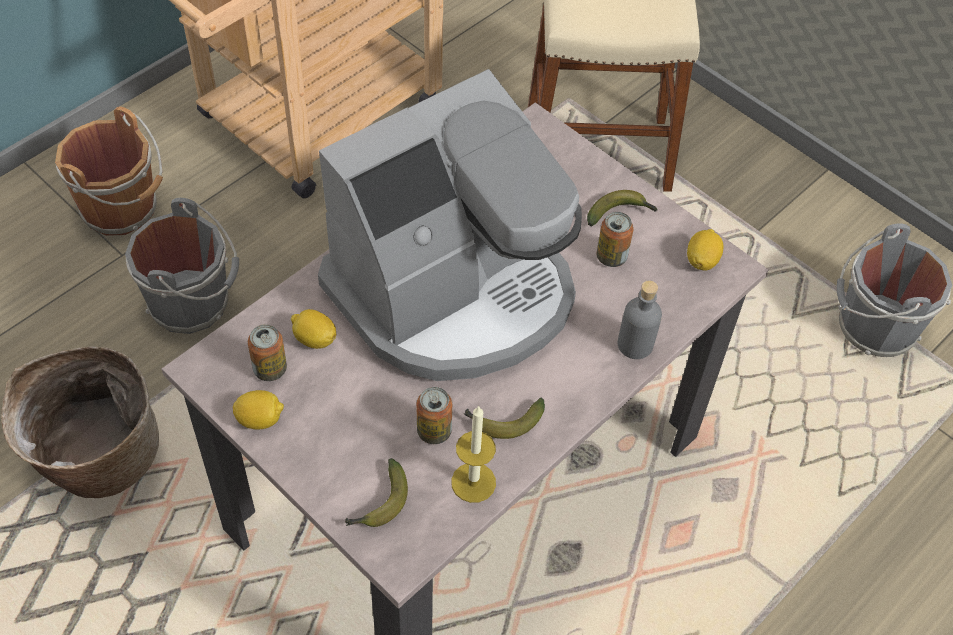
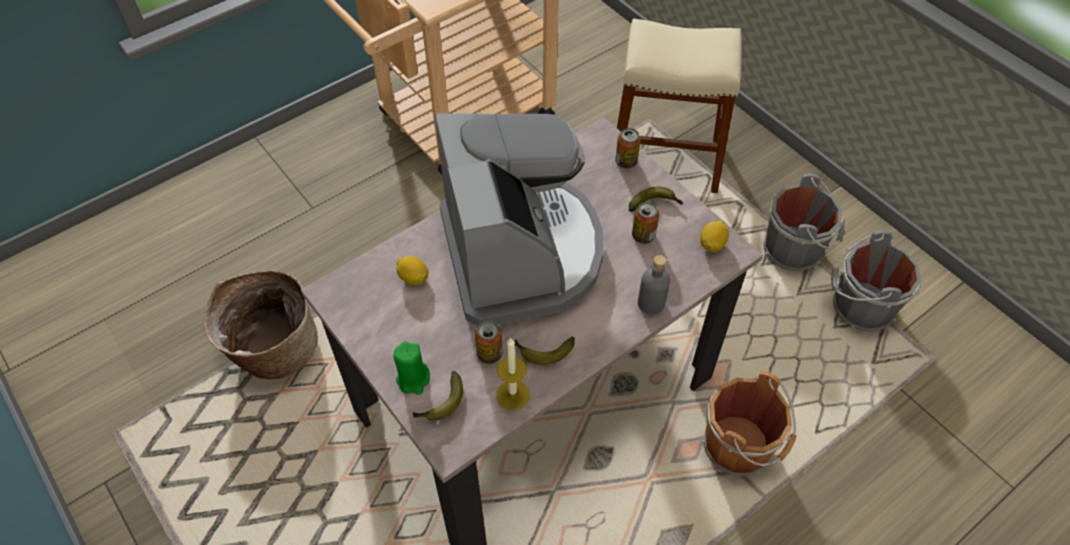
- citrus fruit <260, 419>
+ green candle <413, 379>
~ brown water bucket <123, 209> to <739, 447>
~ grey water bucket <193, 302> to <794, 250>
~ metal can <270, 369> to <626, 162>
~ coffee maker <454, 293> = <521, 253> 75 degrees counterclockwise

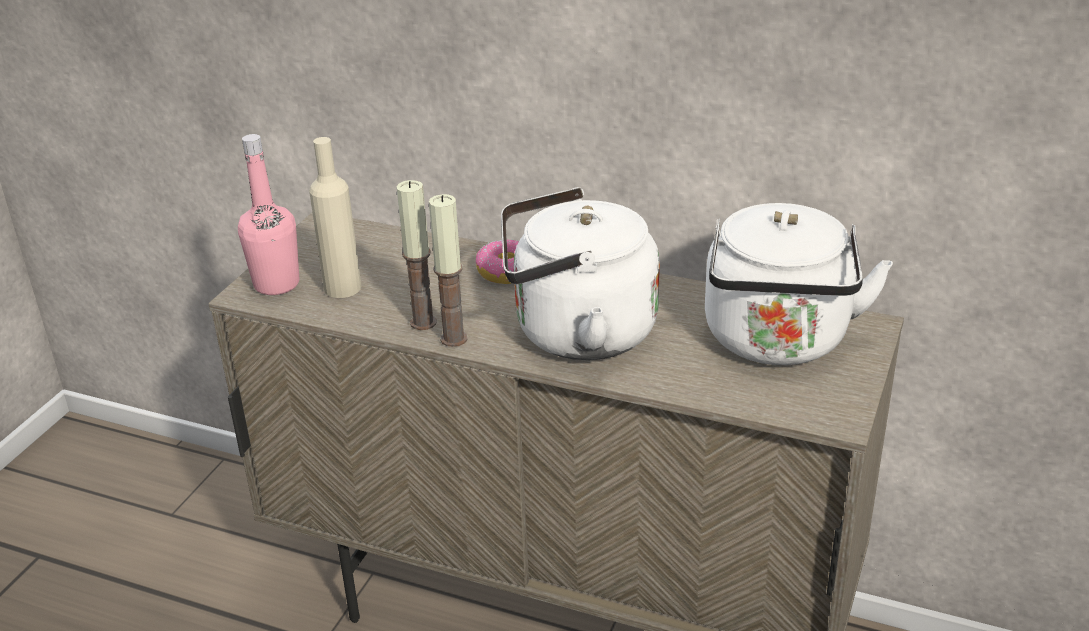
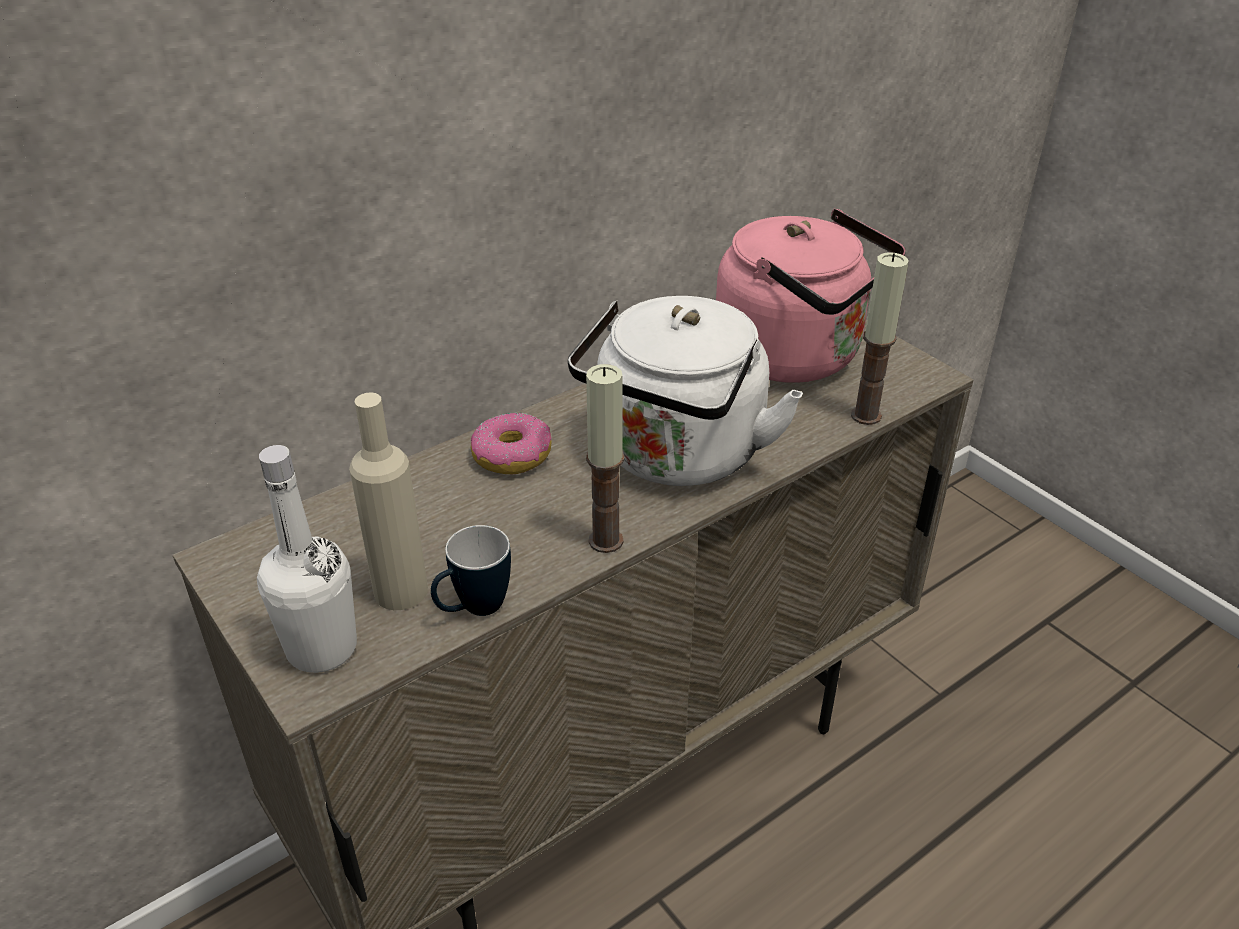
+ tea mug <473, 610>
~ candle <423, 322> to <865, 415>
~ pink-coloured bottle <276, 284> to whitish bottle <322, 648>
~ whitish tea kettle <778, 342> to pink-coloured tea kettle <796, 357>

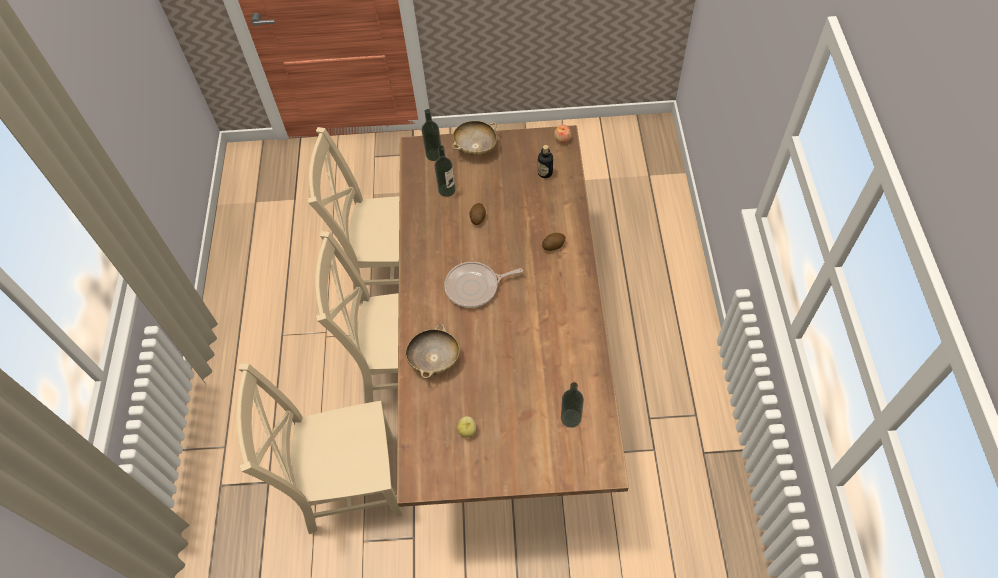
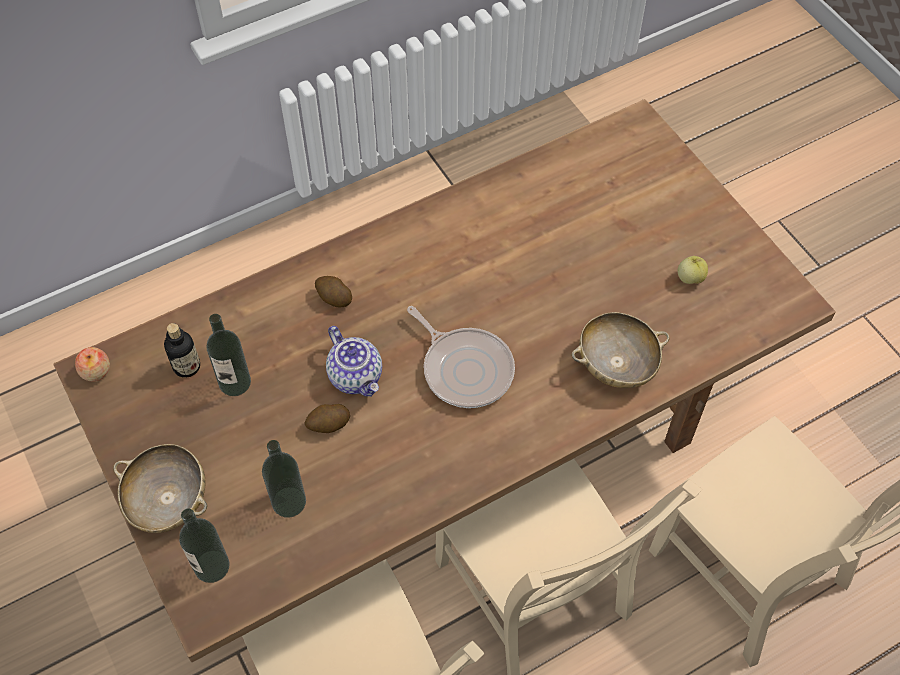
+ tea pot <356, 376>
~ bottle <571, 418> to <235, 382>

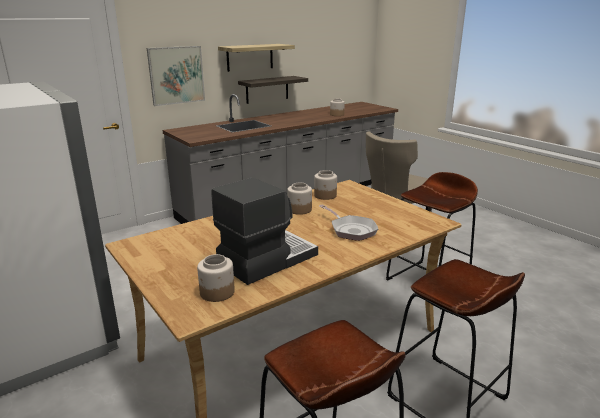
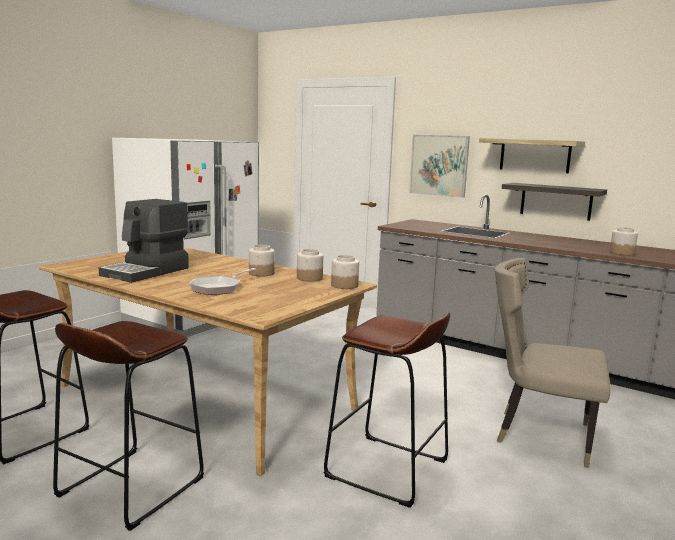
~ preserve jar <217, 292> to <344, 285>
~ coffee maker <266, 259> = <147, 272> 90 degrees clockwise

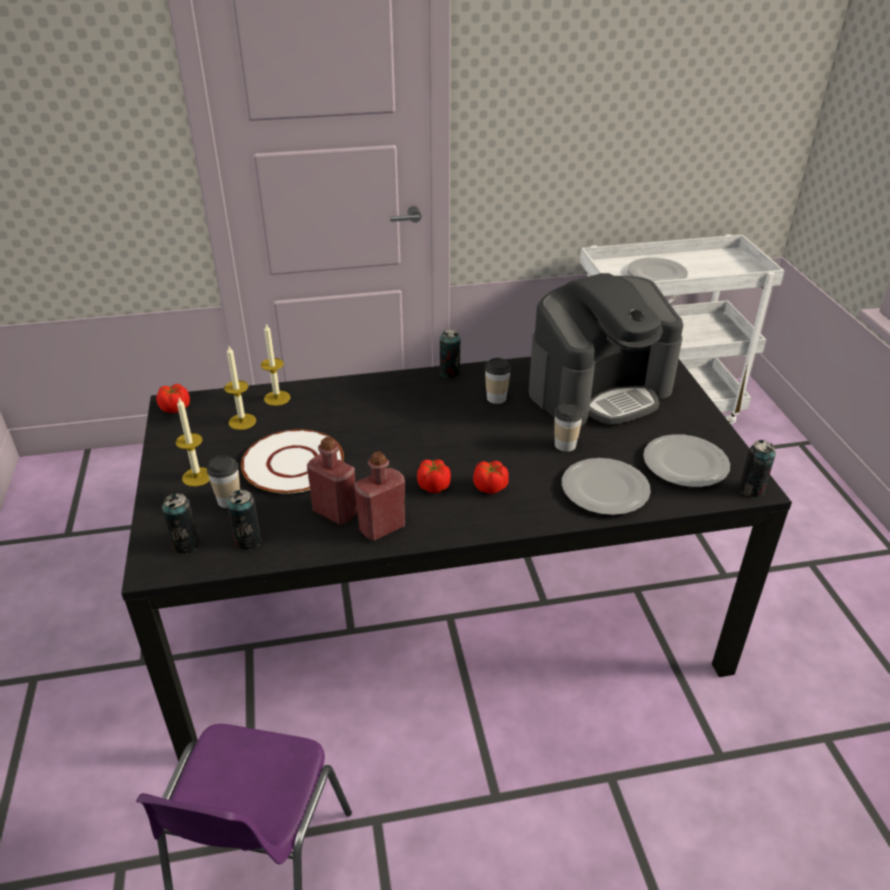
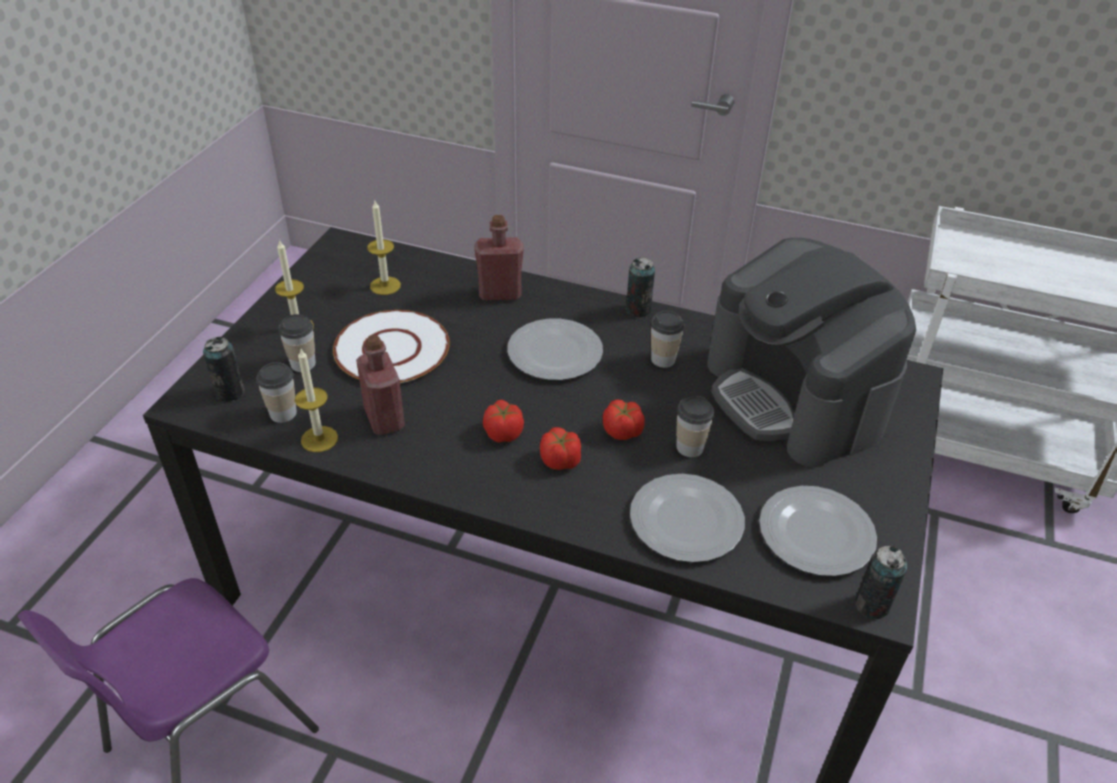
~ fresh tomato <175, 408> to <622, 431>
~ candle <277, 398> to <319, 439>
~ red bottle <382, 527> to <500, 293>
~ plate <657, 273> to <556, 352>
~ metal can <248, 541> to cup <283, 413>
~ coffee maker <599, 390> = <795, 397> 60 degrees clockwise

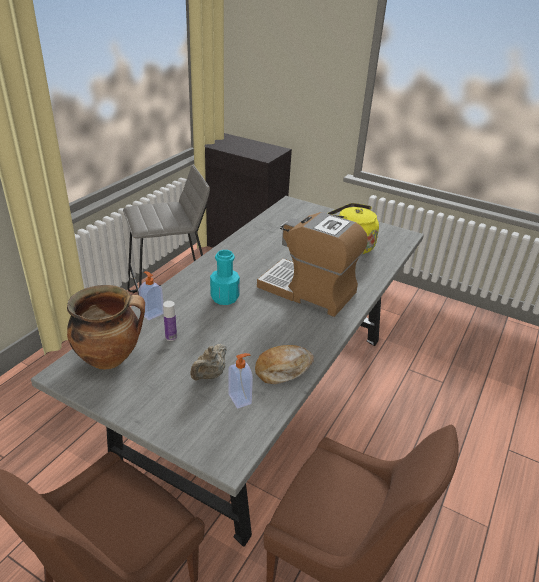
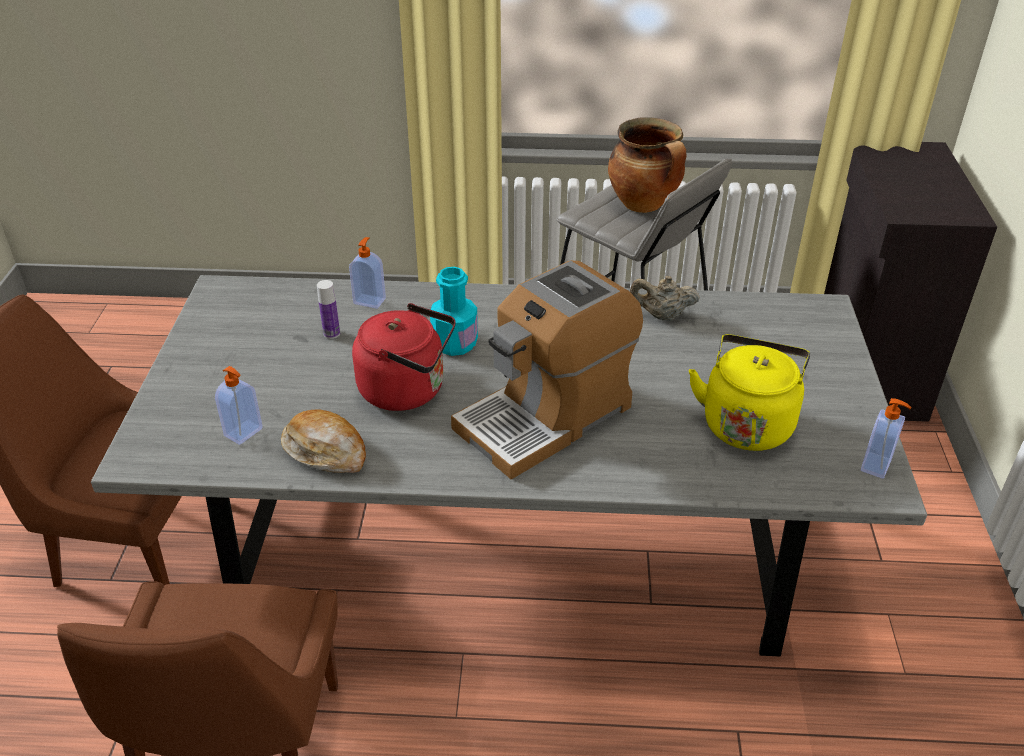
+ red tea kettle <408, 390>
+ soap dispenser <877, 466>
~ saucepot <110, 358> to <644, 205>
~ sand-coloured tea pot <210, 375> to <662, 316>
~ coffee maker <308, 291> = <546, 416> 135 degrees counterclockwise

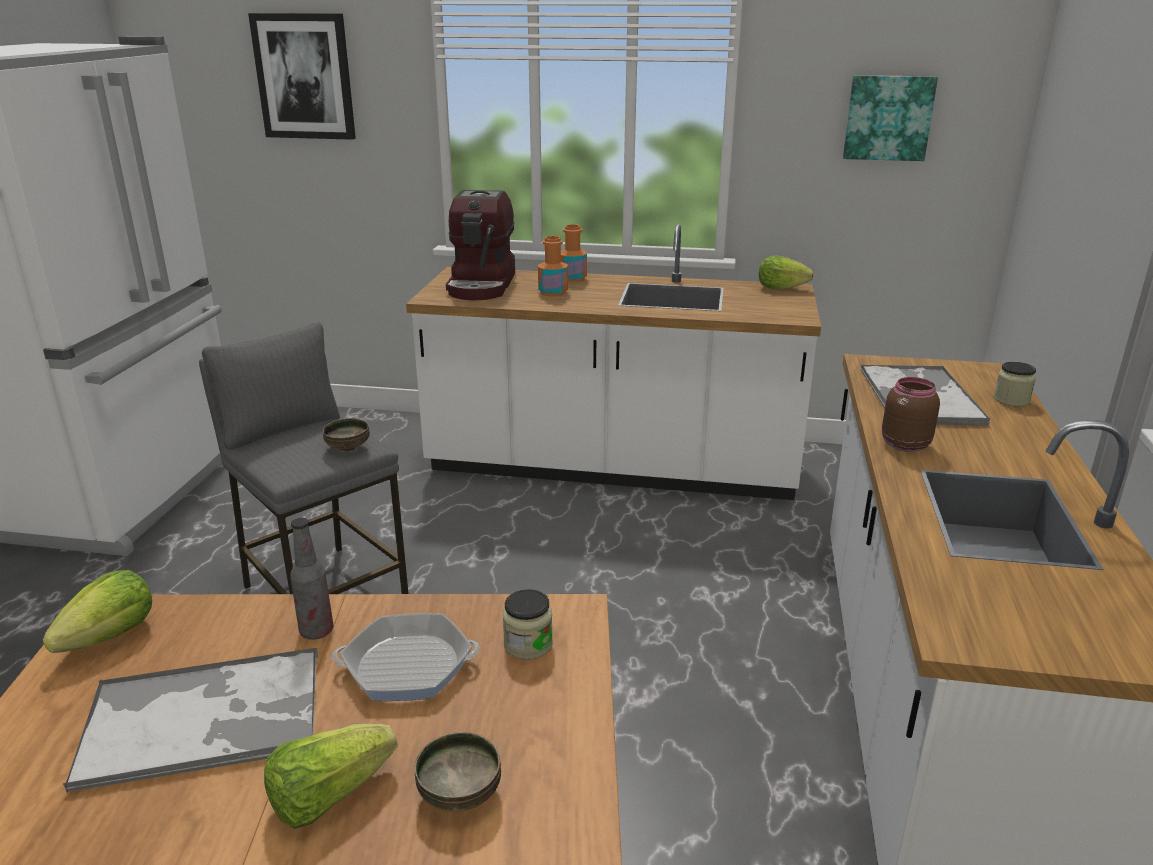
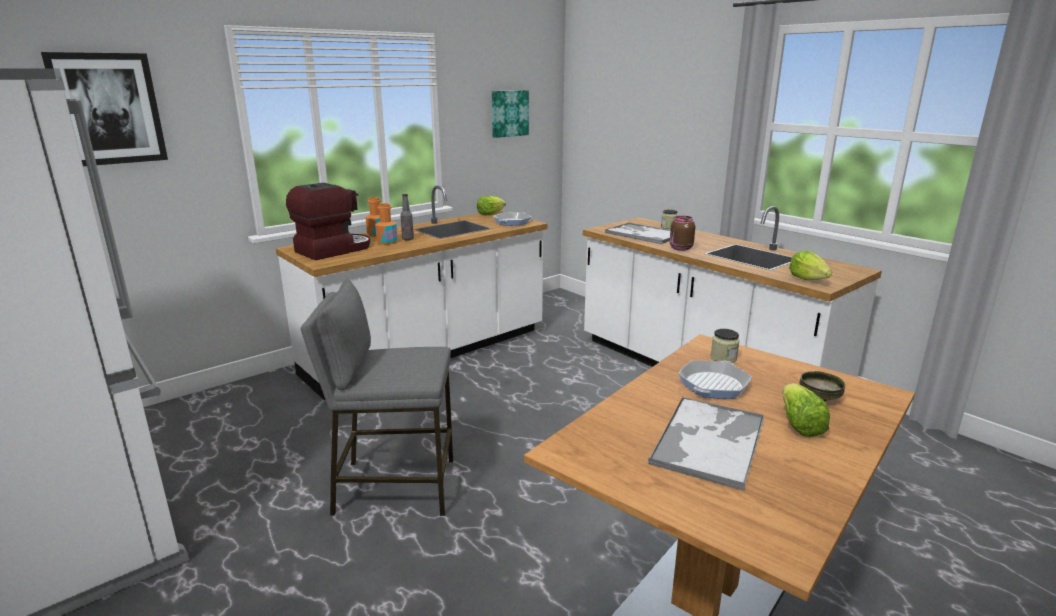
- bowl <348, 448>
+ pan <512, 222>
~ lettuce <111, 637> to <807, 279>
~ bottle <316, 631> to <408, 239>
~ coffee maker <482, 285> = <333, 250> 90 degrees counterclockwise

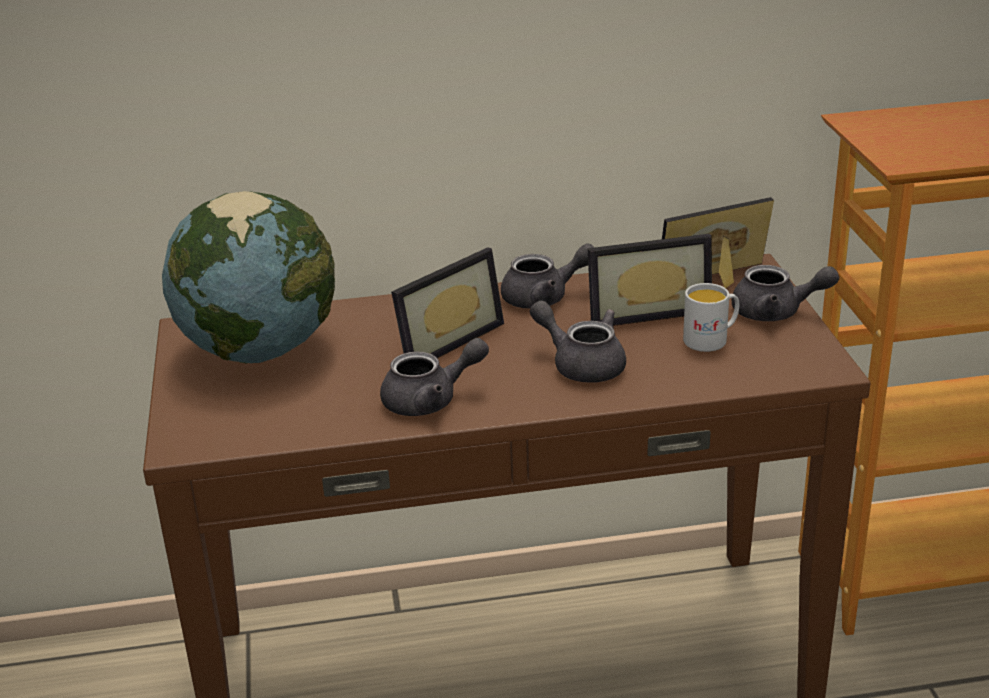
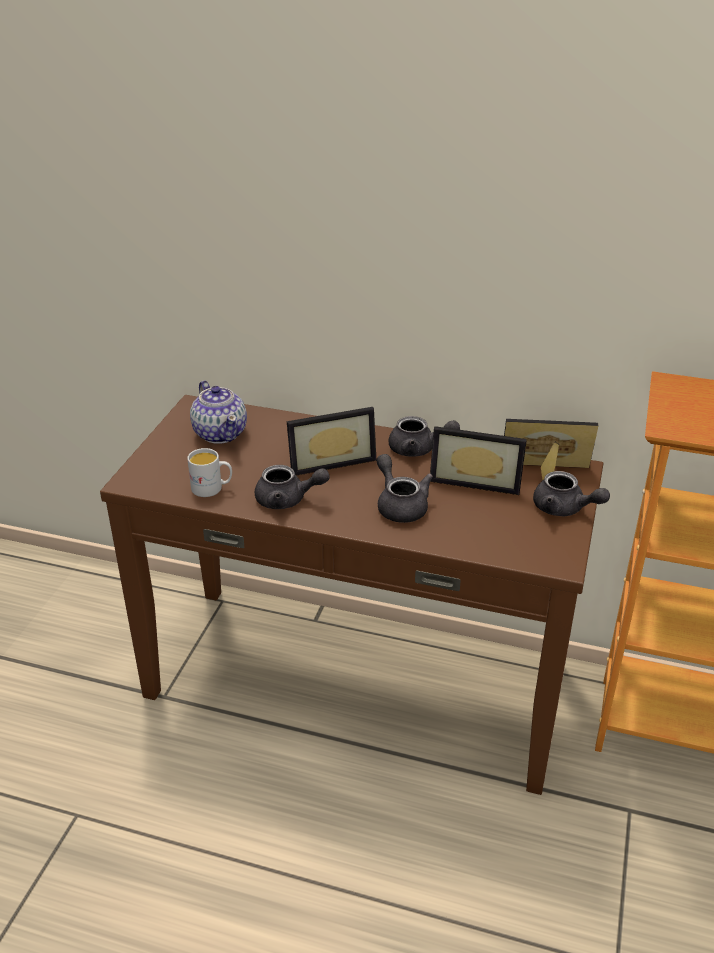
~ whitish tea mug <711, 339> to <212, 488>
~ world globe <260, 350> to tea pot <220, 433>

